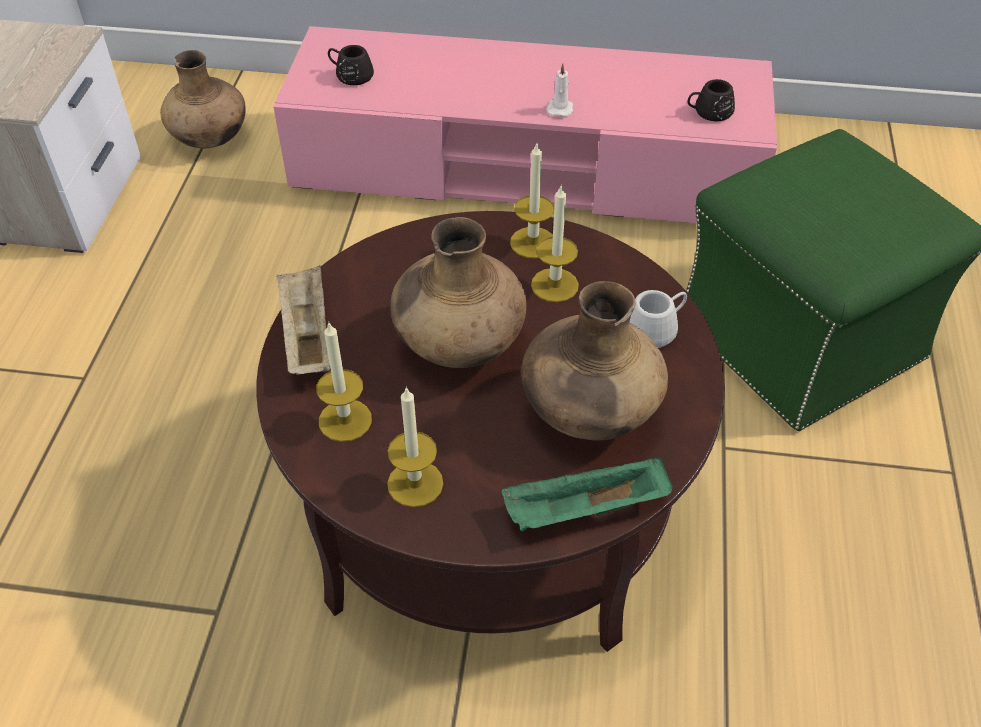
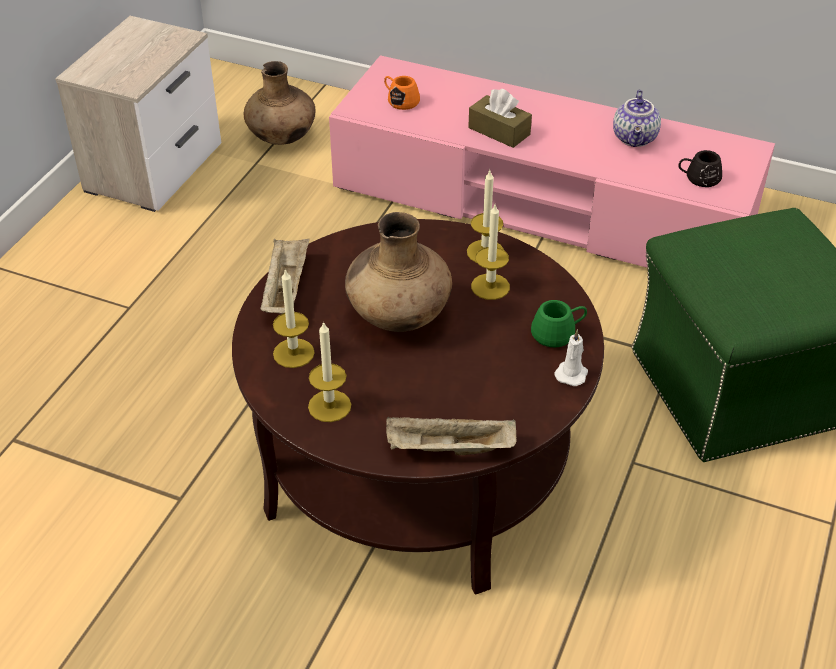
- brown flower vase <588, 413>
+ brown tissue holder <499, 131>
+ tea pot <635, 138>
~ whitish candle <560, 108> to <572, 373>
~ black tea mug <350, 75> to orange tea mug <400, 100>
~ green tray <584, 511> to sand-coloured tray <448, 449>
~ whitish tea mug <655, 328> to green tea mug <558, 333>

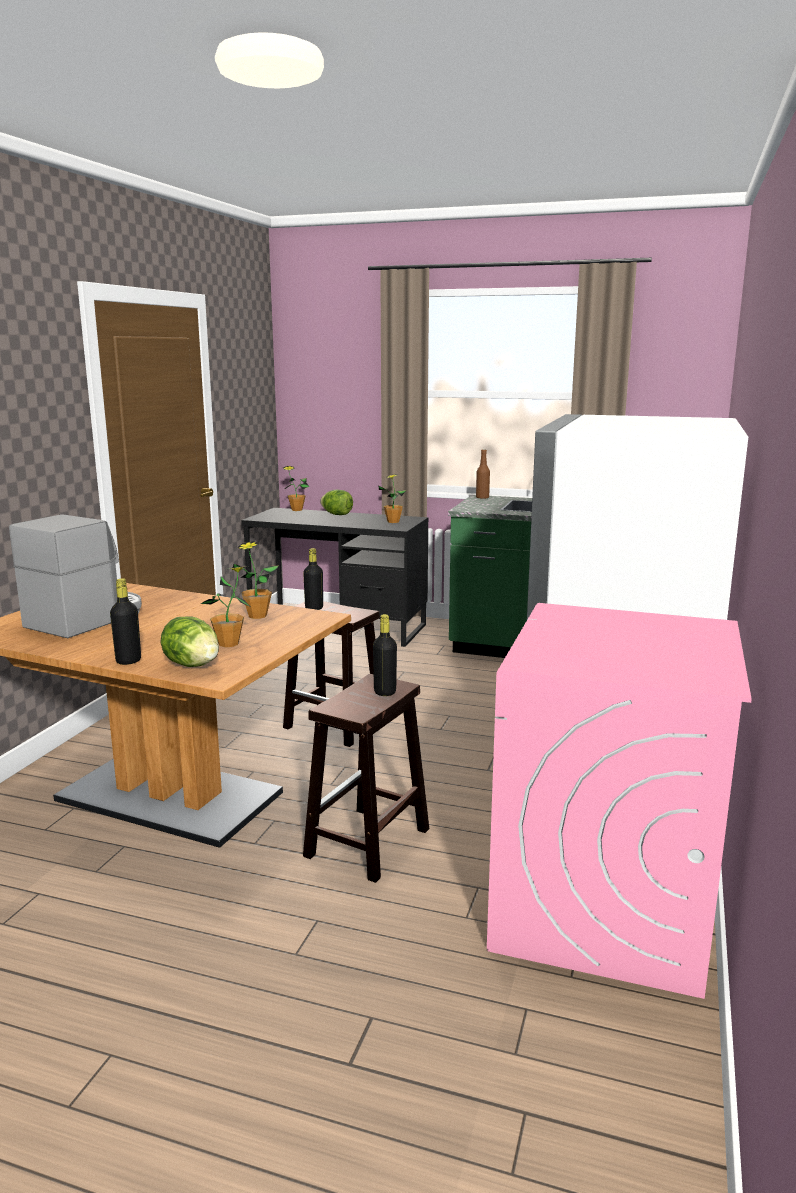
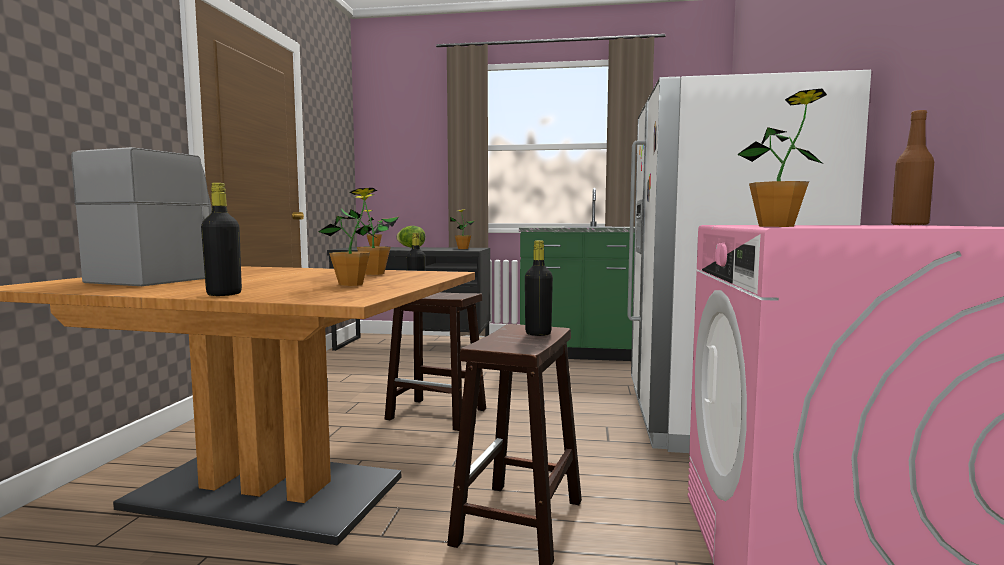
- lettuce <192, 665>
+ houseplant <776, 226>
~ brown bottle <482, 498> to <909, 225>

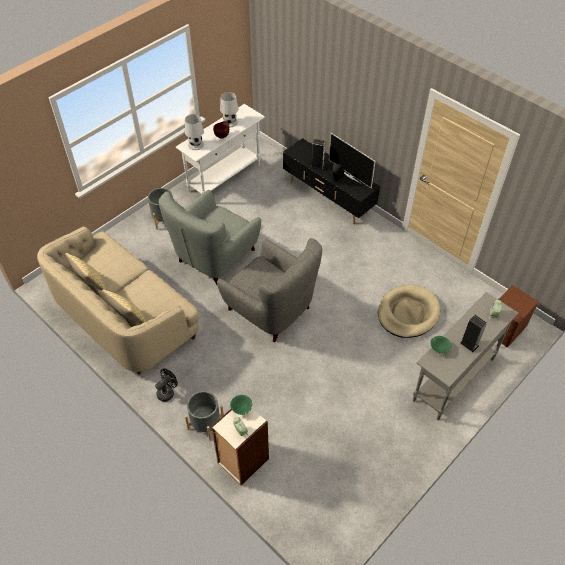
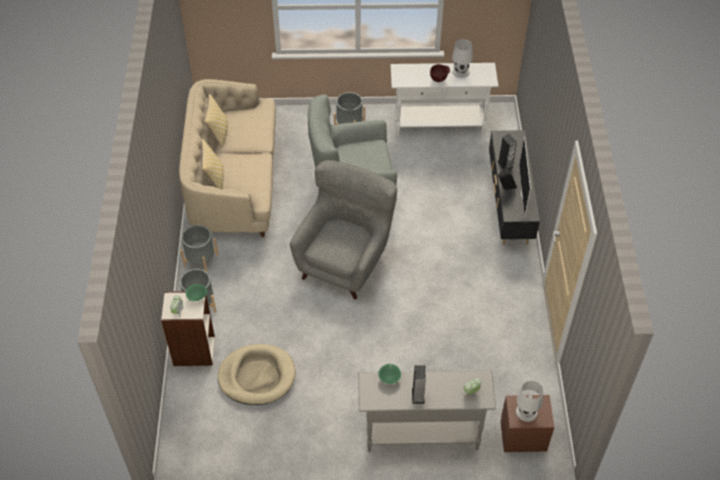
~ whitish table lamp <196, 145> to <526, 412>
~ sand-coloured dog cushion <408, 313> to <257, 376>
~ black fan <167, 392> to grey plant pot <201, 260>
~ grey armchair <271, 310> = <345, 261> 150 degrees counterclockwise

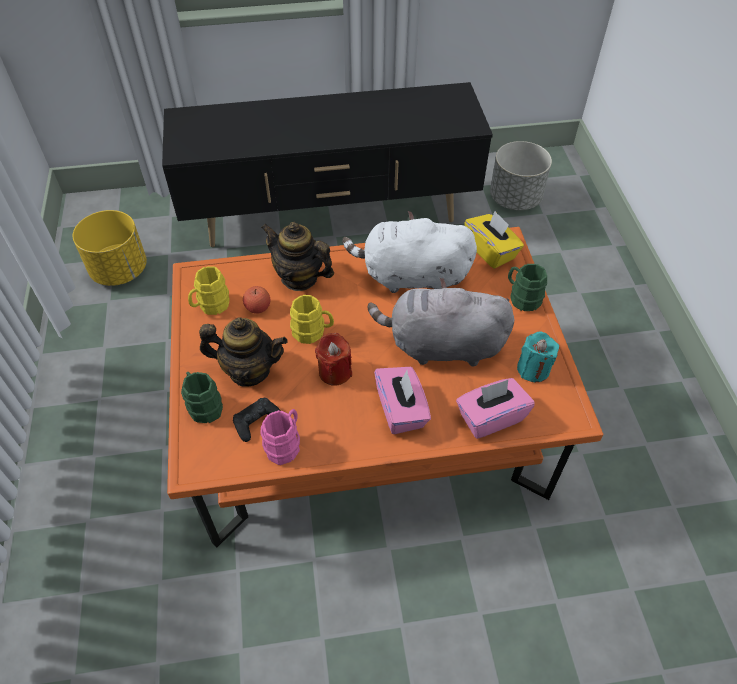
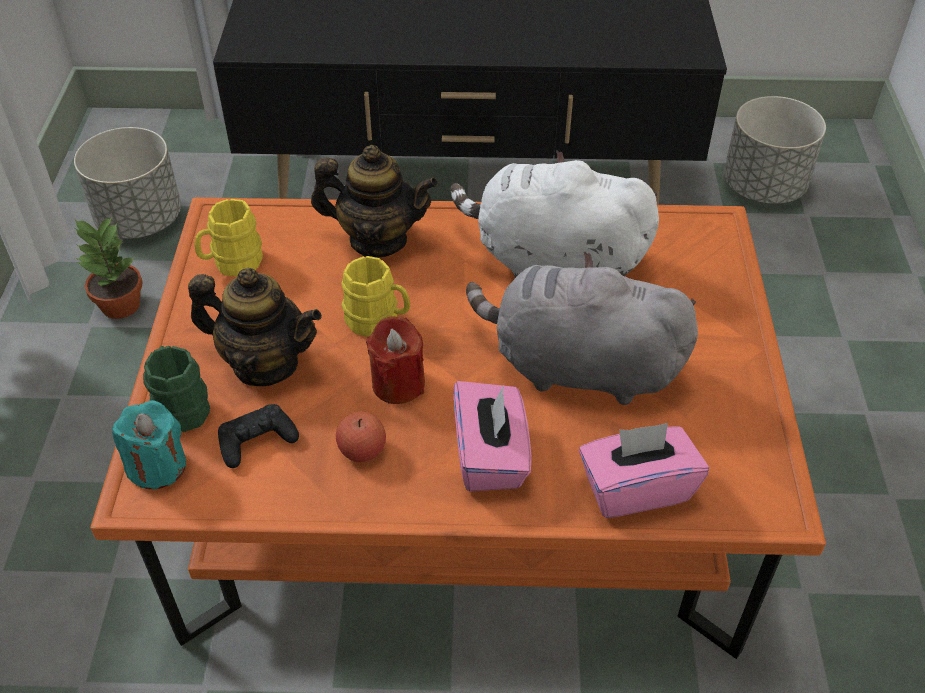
- pink-coloured tea mug <285, 444>
- yellow tissue holder <491, 251>
- green tea mug <522, 298>
+ houseplant <119, 305>
~ apple fruit <258, 307> to <362, 450>
~ blue-green candle <533, 369> to <157, 466>
~ yellow plant pot <120, 270> to grey plant pot <140, 220>
~ tea pot <299, 278> = <377, 240> 150 degrees clockwise

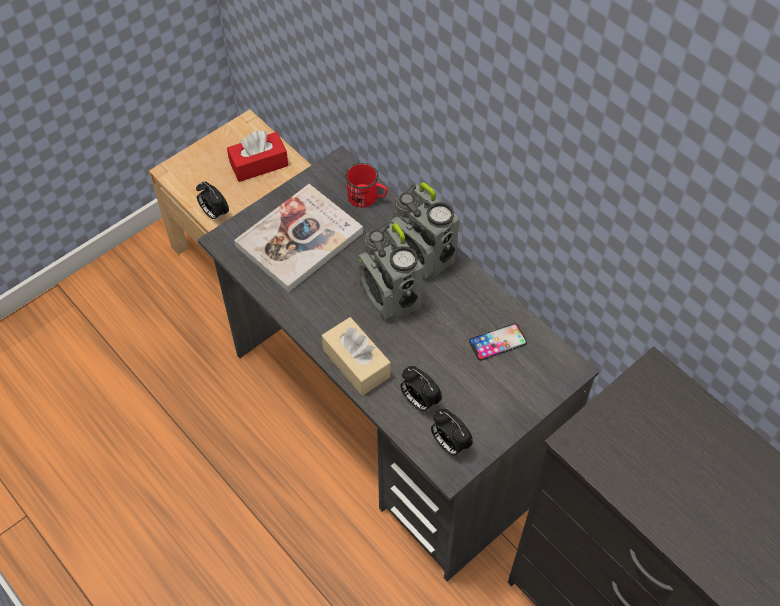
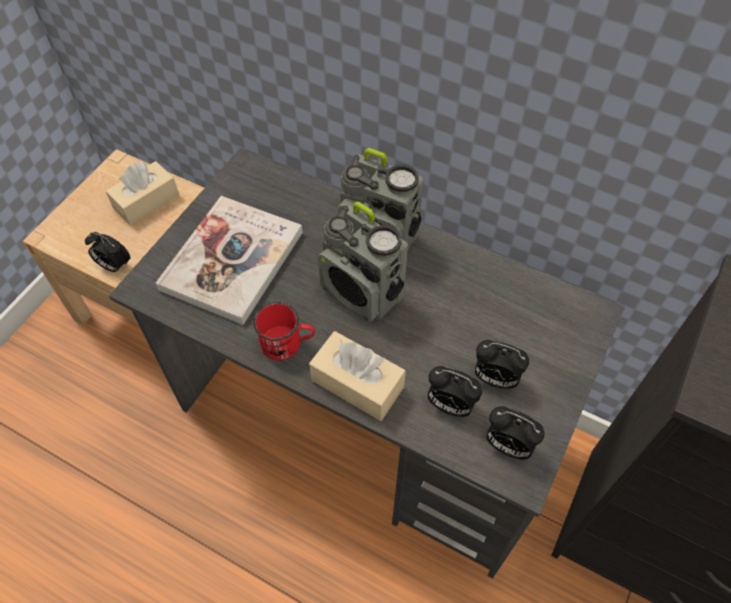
- telephone <497, 342>
+ table clock <495, 378>
~ red tea mug <367, 198> to <287, 343>
~ red tissue holder <259, 164> to sand-coloured tissue holder <146, 201>

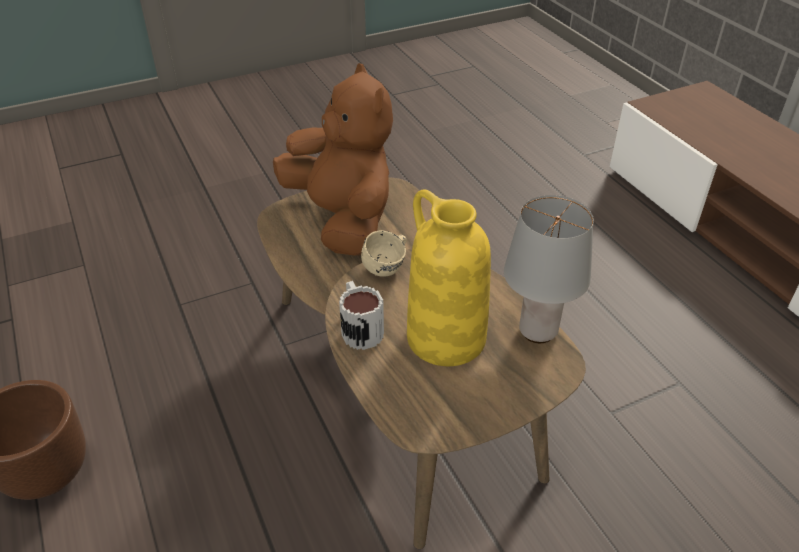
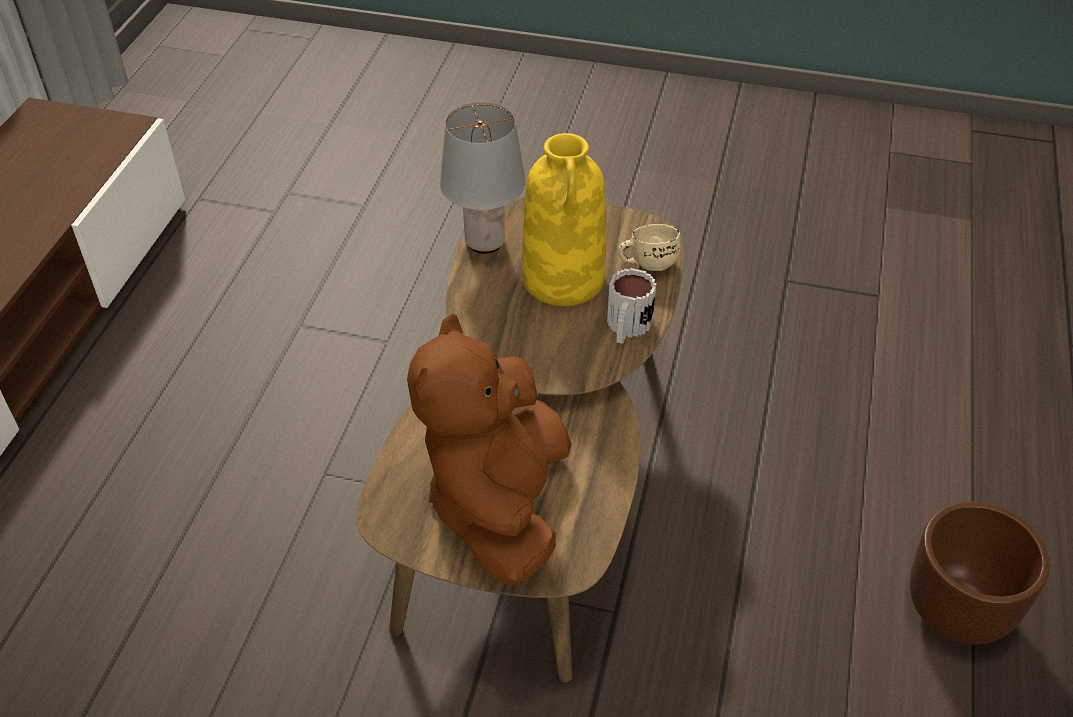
~ sand-coloured tea mug <388, 268> to <647, 263>

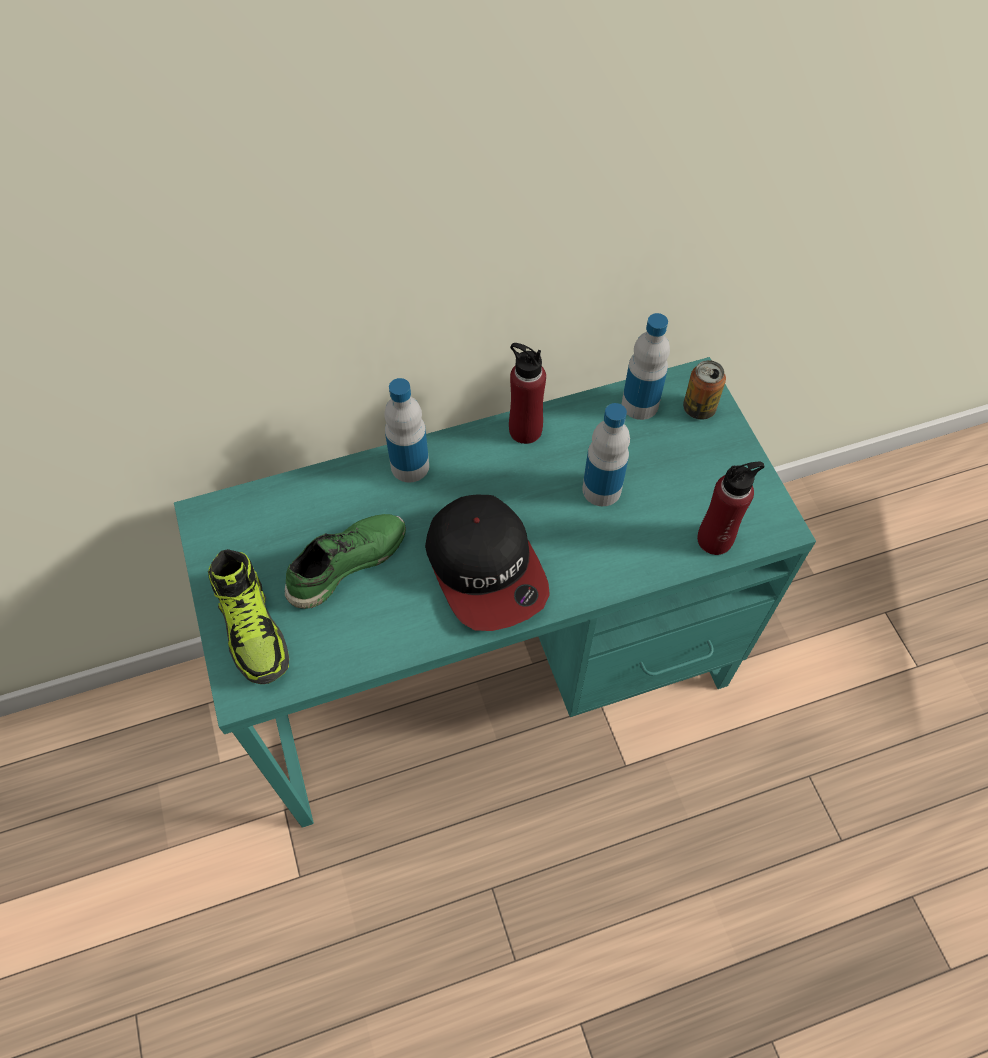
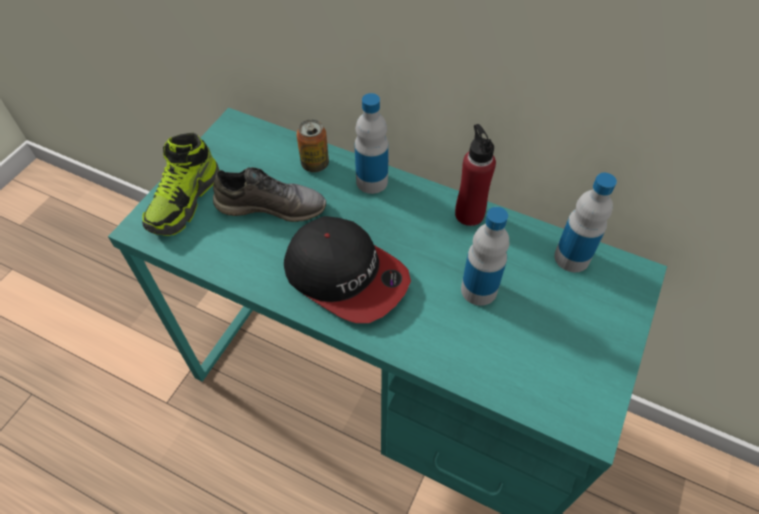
- red bottle <715, 539>
~ metal can <699, 408> to <315, 164>
~ green shoe <346, 563> to grey shoe <272, 206>
~ cap <486, 568> = <346, 275> 75 degrees counterclockwise

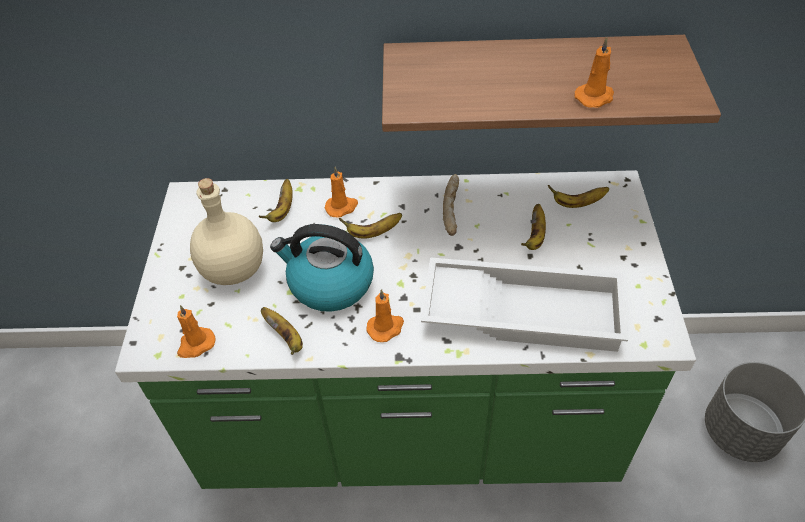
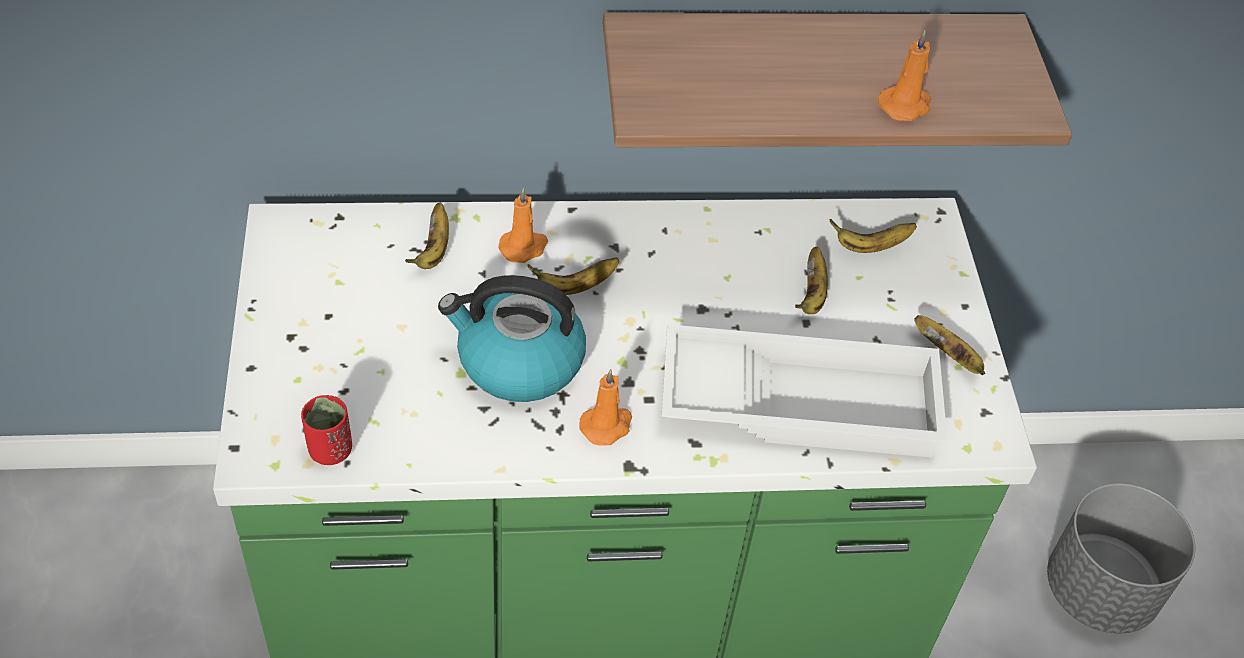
- sand-coloured bottle <233, 271>
- bakery bread <453, 210>
~ banana <286, 337> to <949, 356>
~ orange candle <195, 344> to red cup <330, 450>

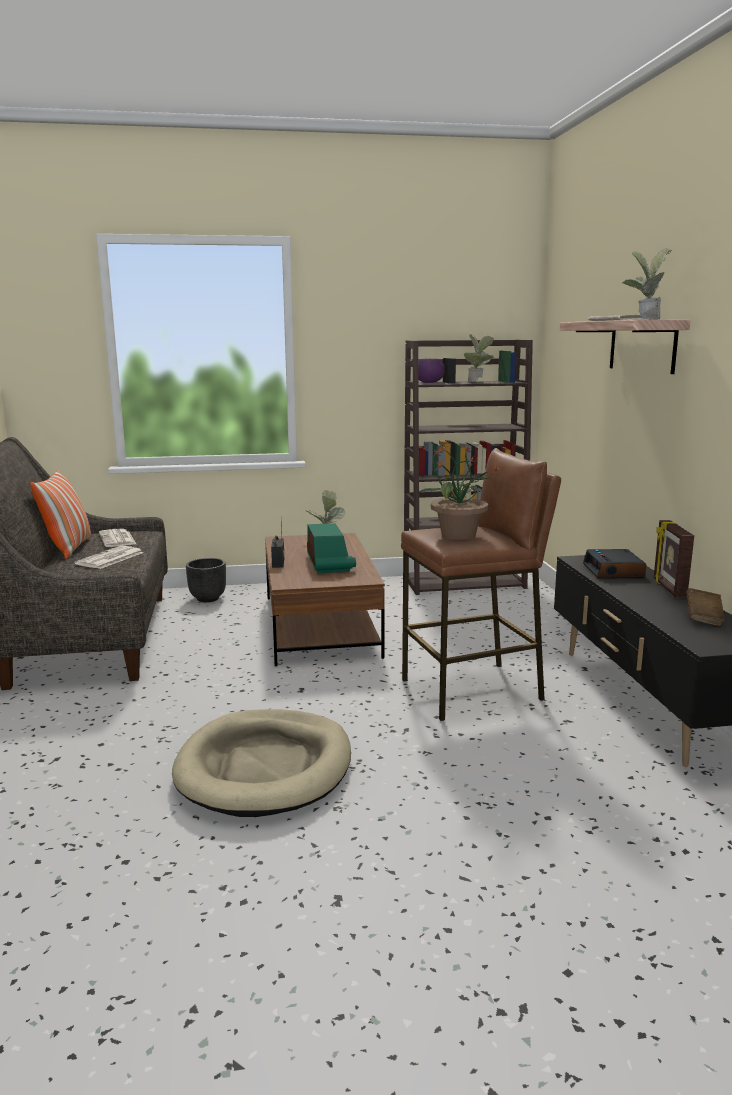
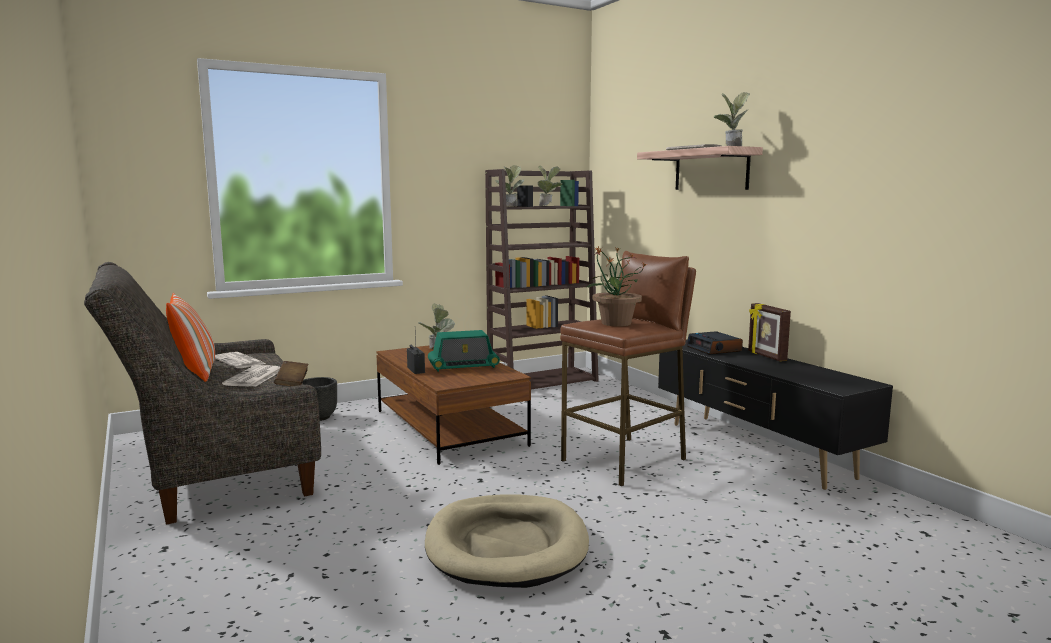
~ brown book <703, 618> to <292, 383>
~ purple-coloured bowl <429, 382> to houseplant <509, 206>
~ radio <329, 563> = <463, 366> 105 degrees clockwise

